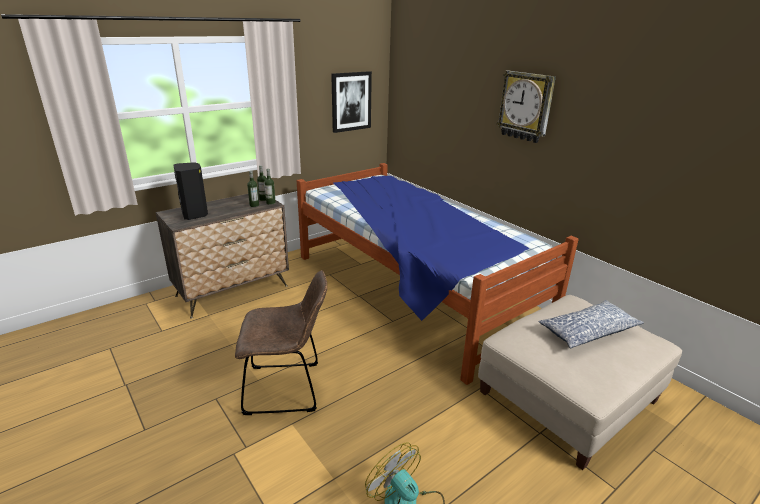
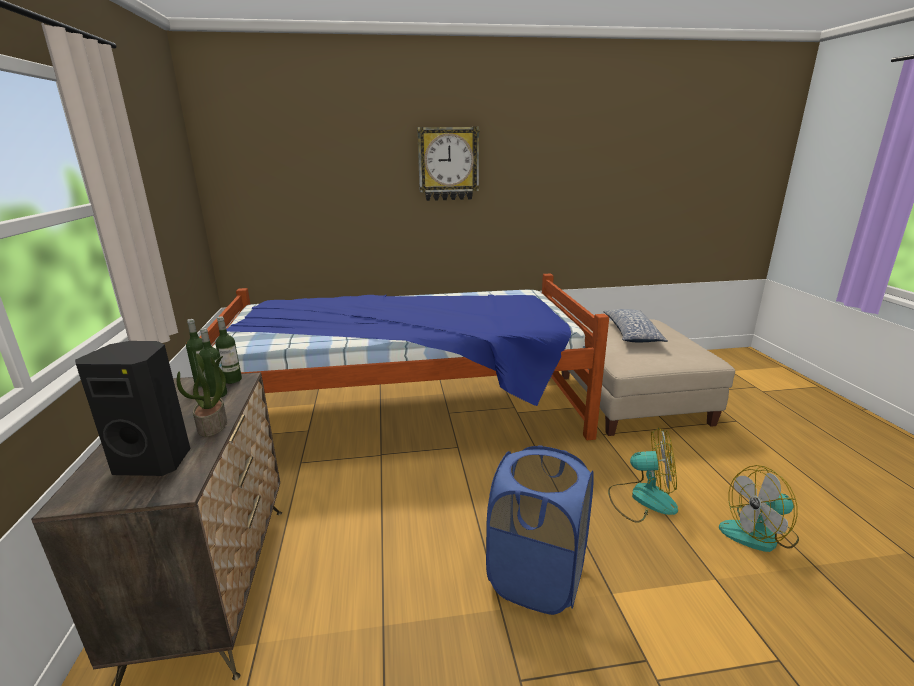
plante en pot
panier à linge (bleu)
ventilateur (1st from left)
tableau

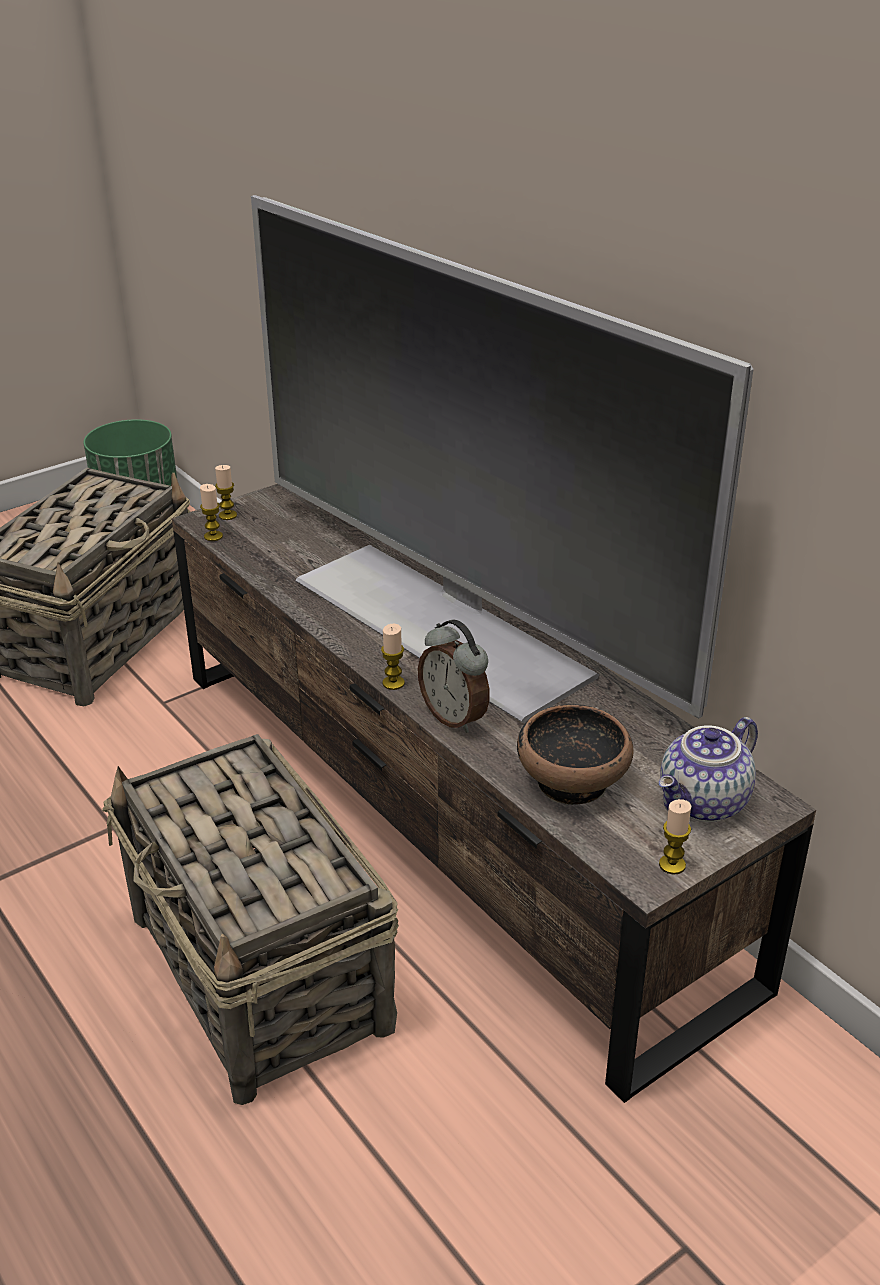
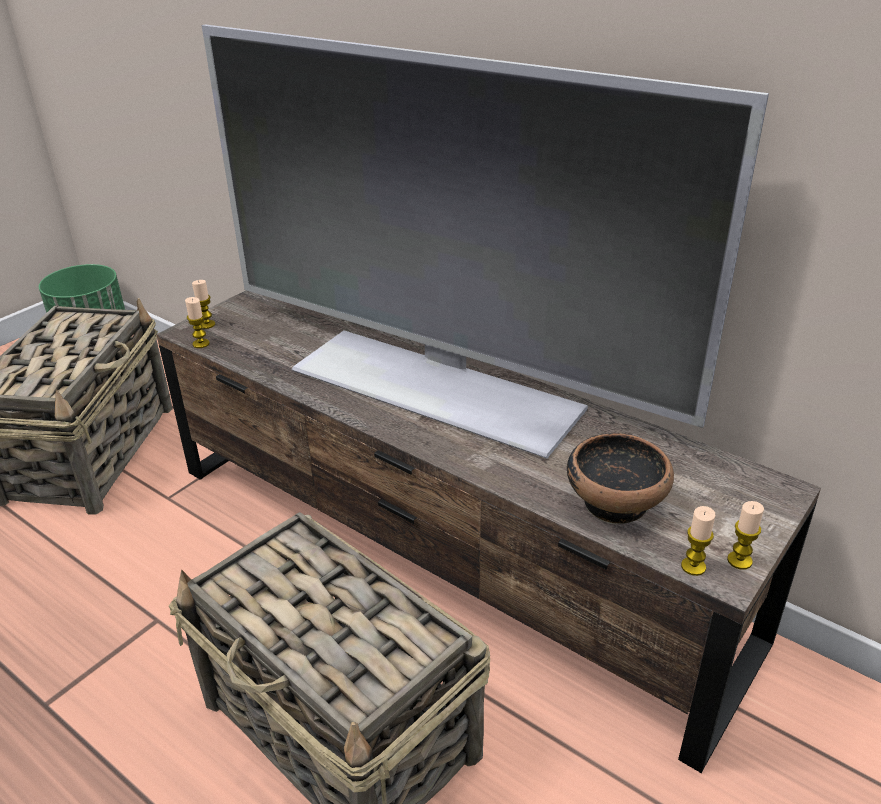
bougie (3rd from left)
réveil
théière

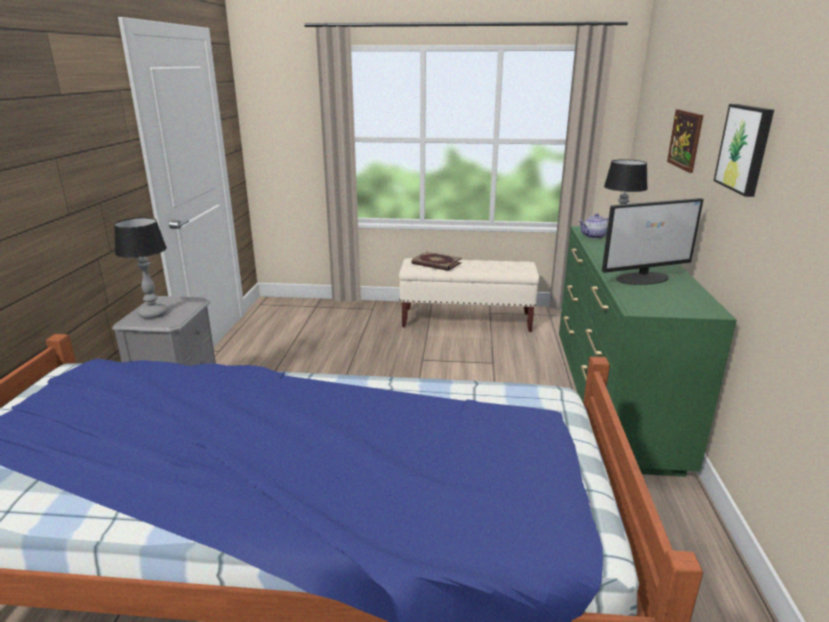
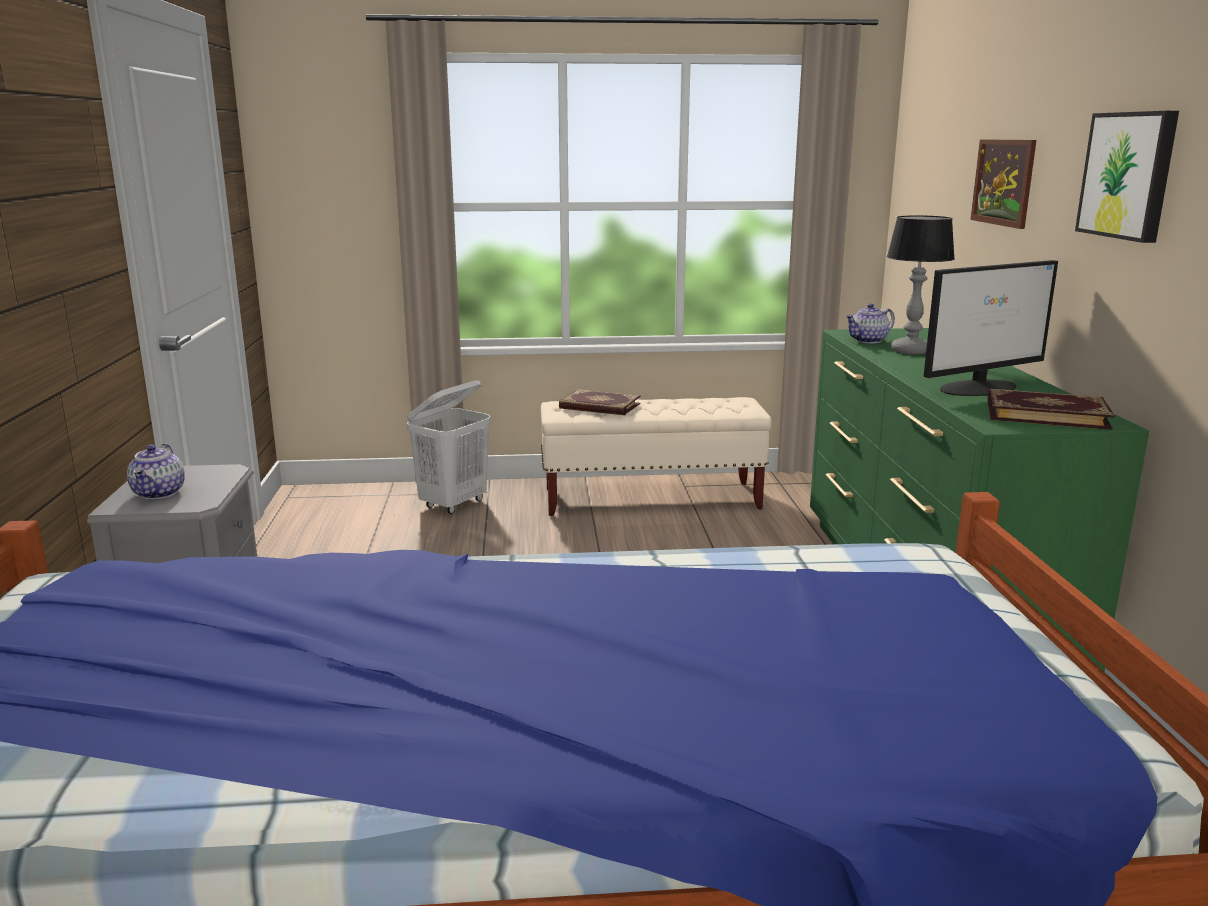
théière (1st from left)
panier à linge (blanc)
livre (2nd from left)

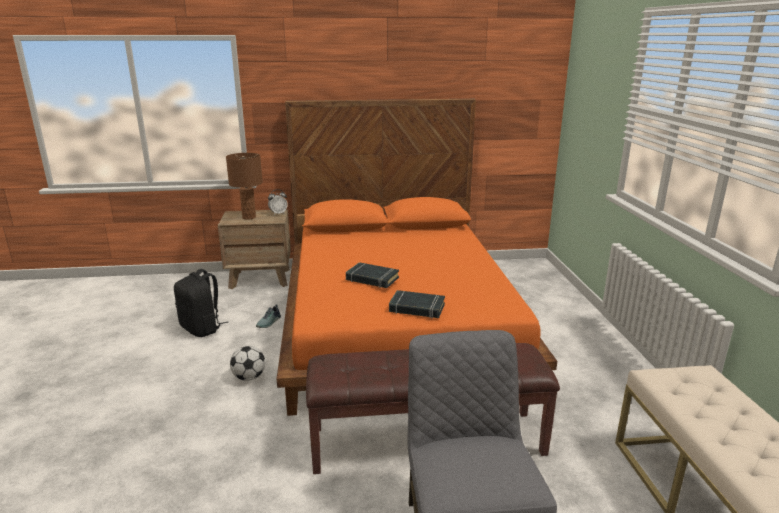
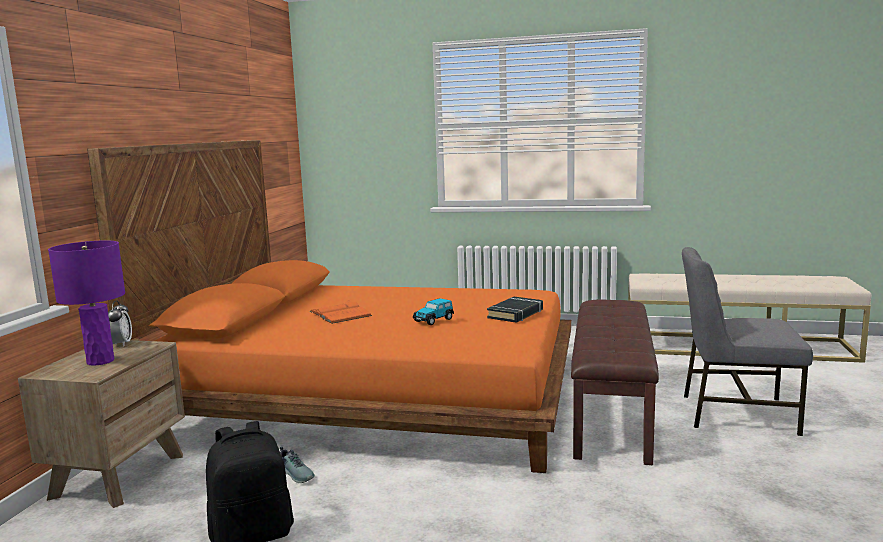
lampe de table (violet)
livre (orange)
petite voiture
ballon de foot

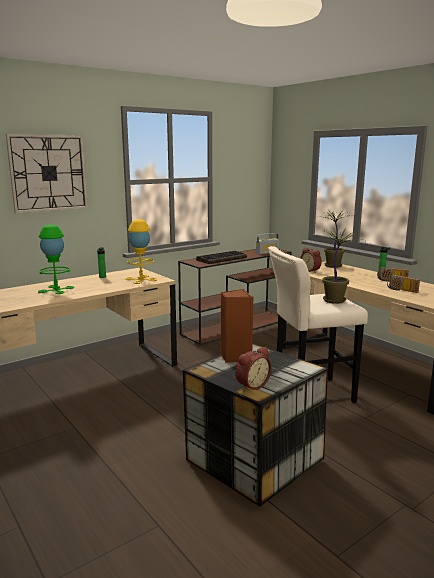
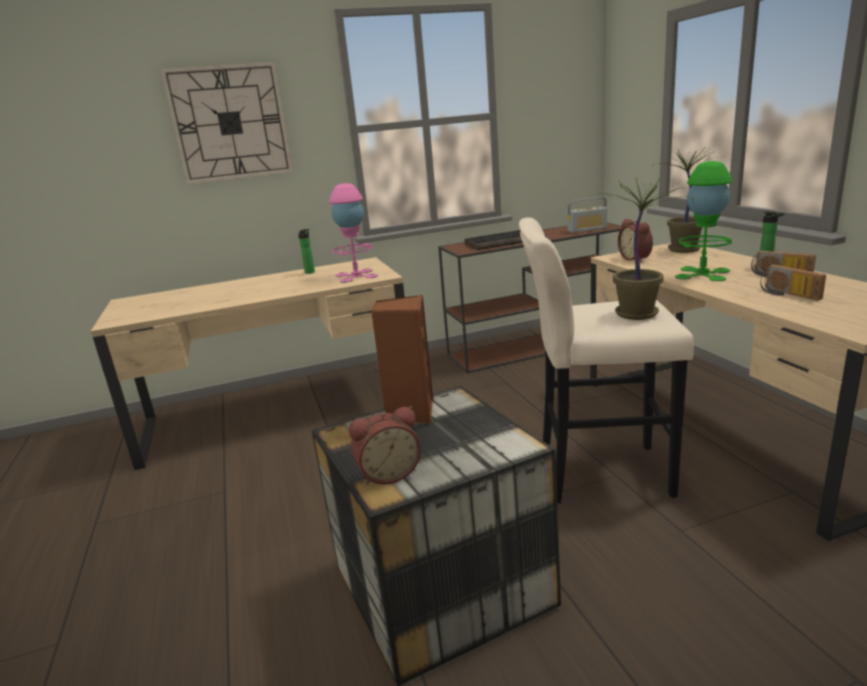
lampe de table (rose)
lampe de table (vert)

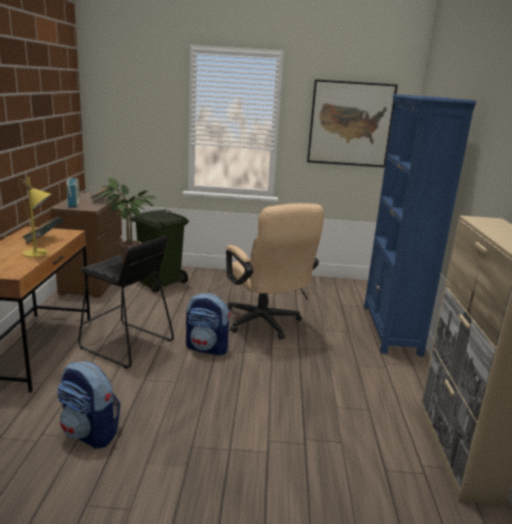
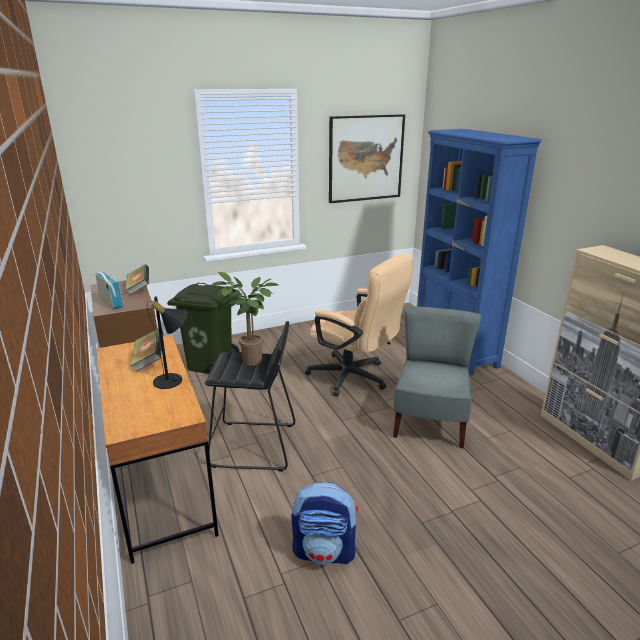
lampe de table (noir)
chaise (gris)
sac à dos (2nd from left in the first image)

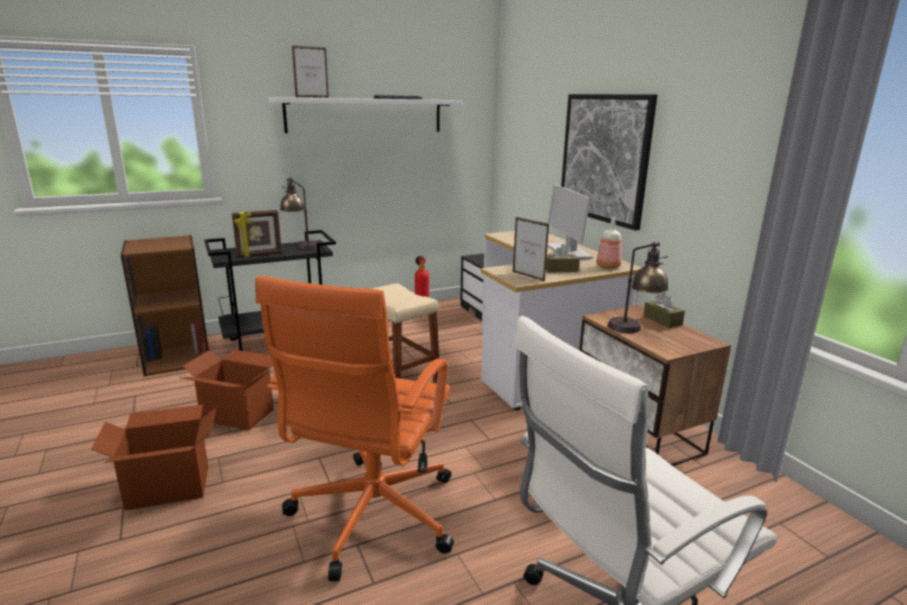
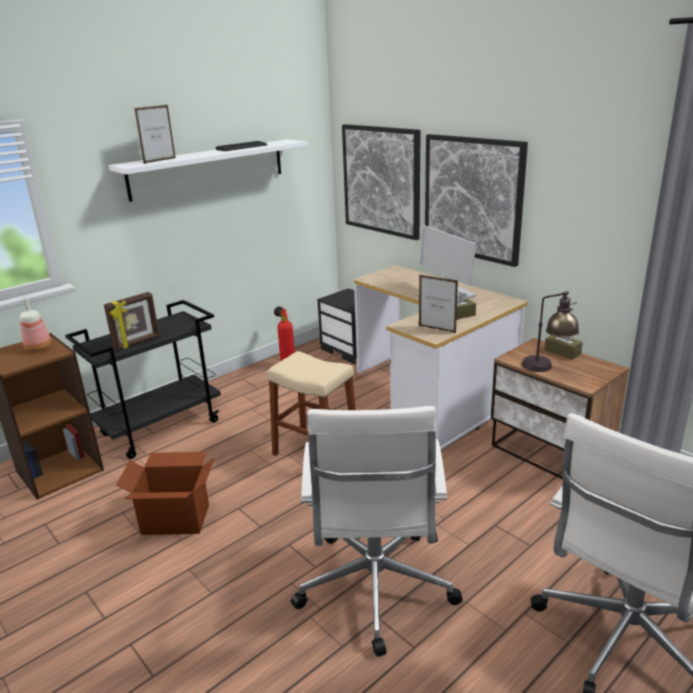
bouteille
chaise de bureau (blanc) (1st from left)
tableau (1st from left)
carton (1st from left in the first image)
lampe de table (1st from left in the first image)

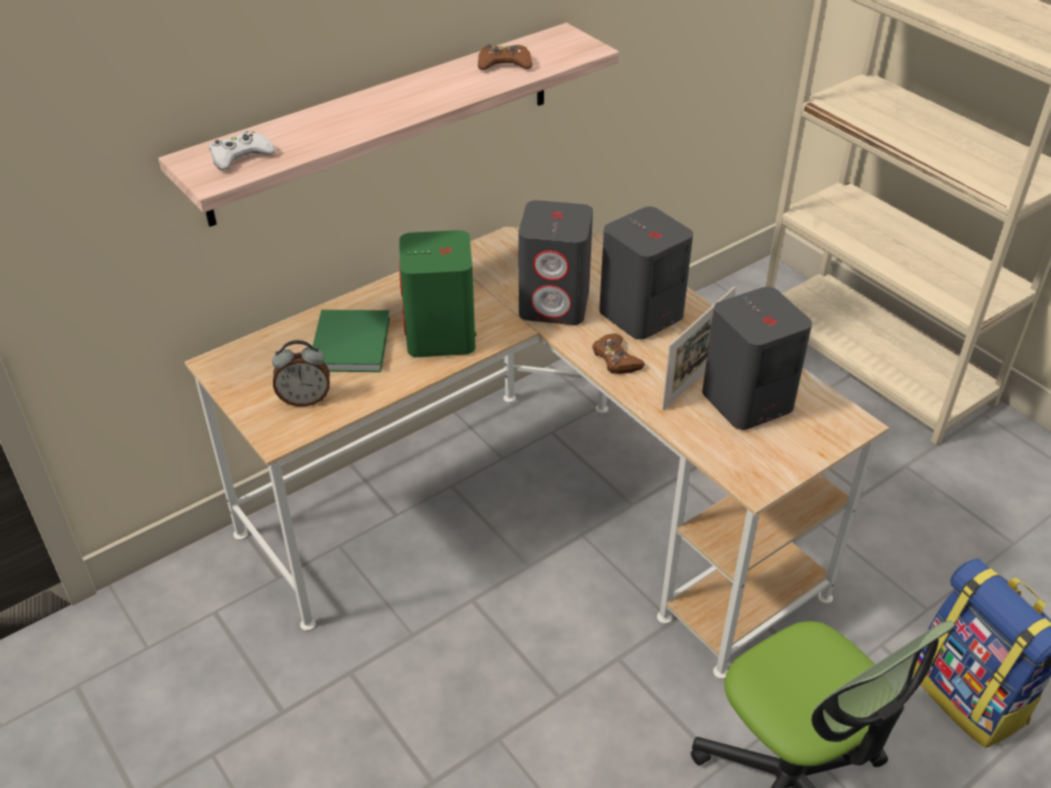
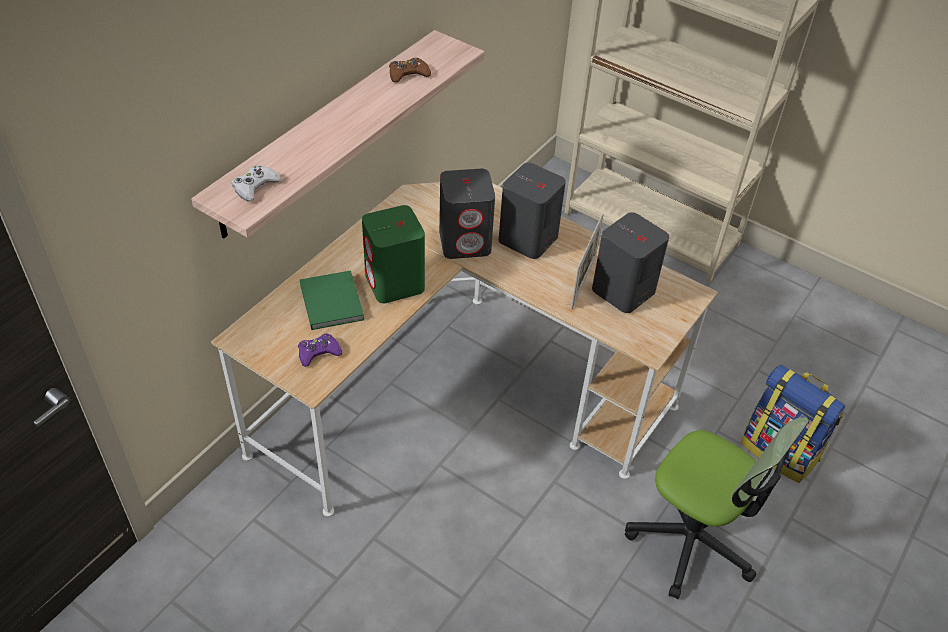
manette (violet)
manette (marron) (2nd from left in the first image)

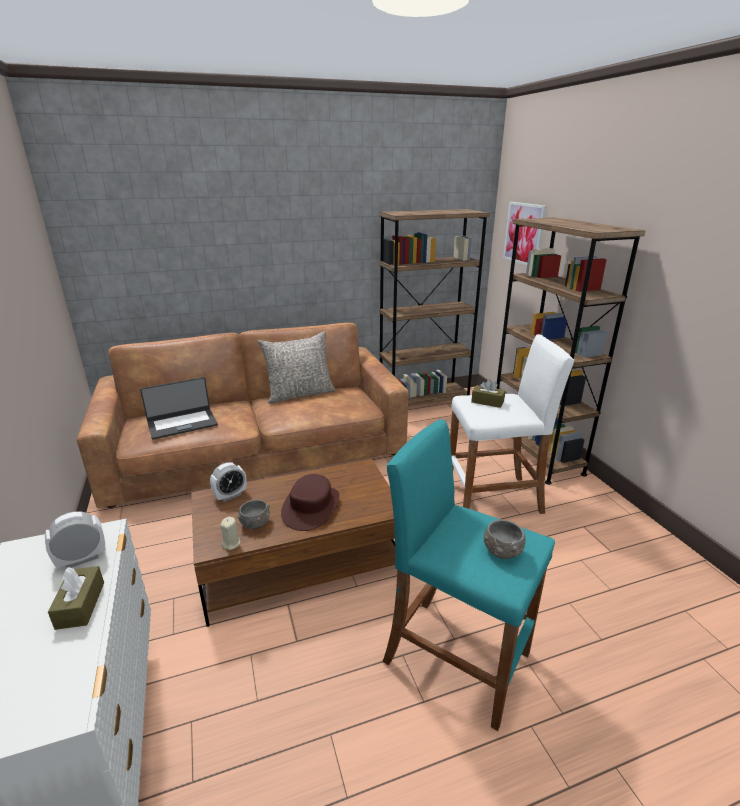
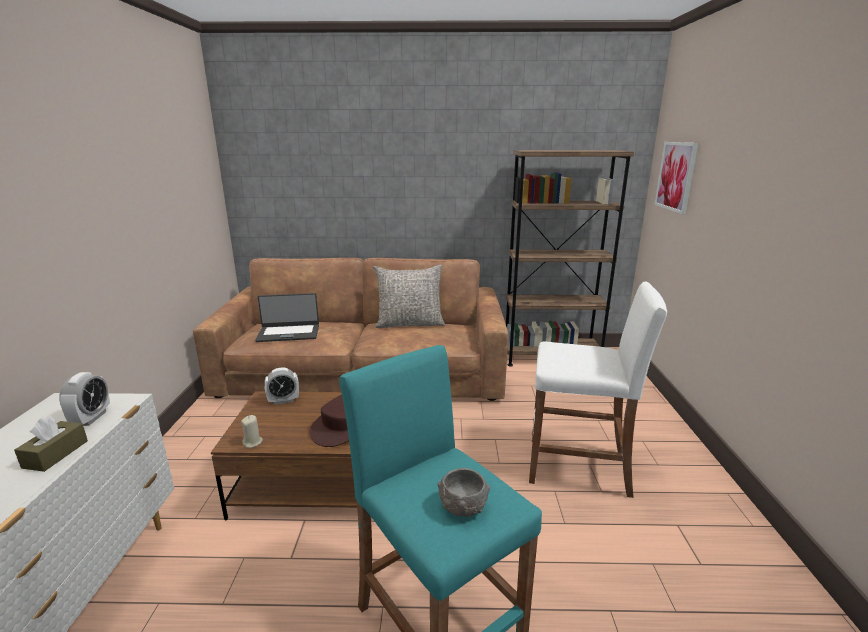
réveil (1st from left)
bol (gris) (1st from left in the first image)
boîte à mouchoirs (marron) (2nd from left in the first image)
bibliothèque (marron) (2nd from left in the first image)

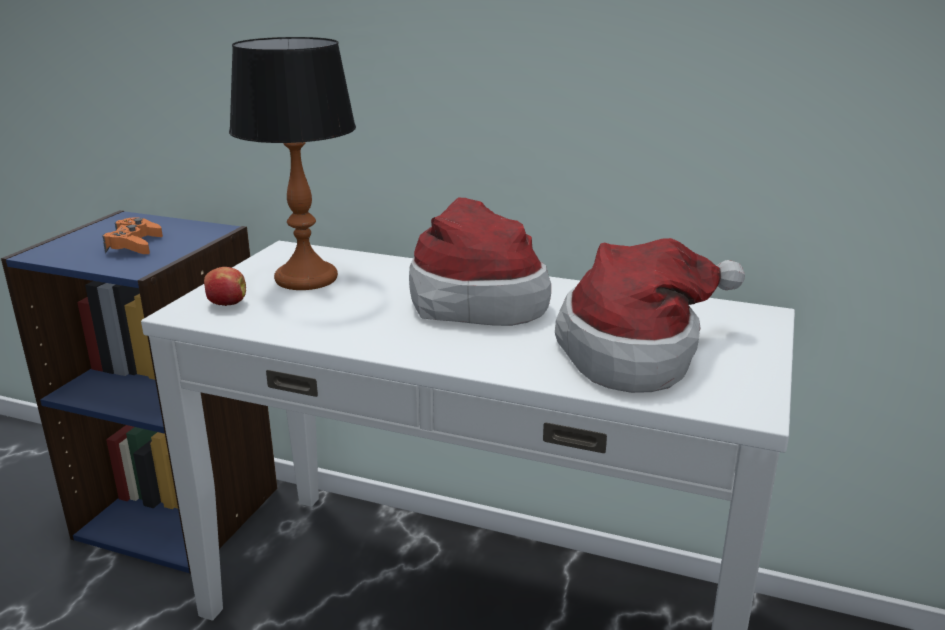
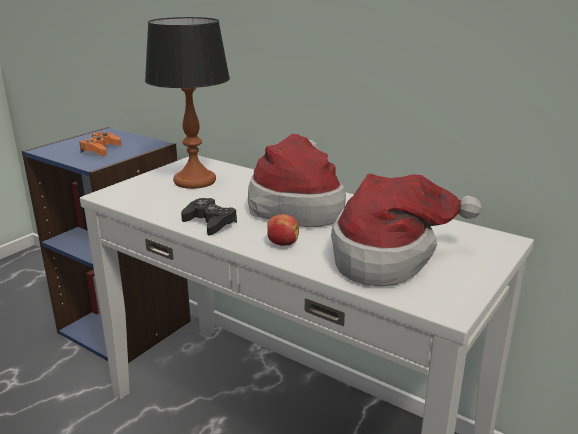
manette (noir)
pomme

